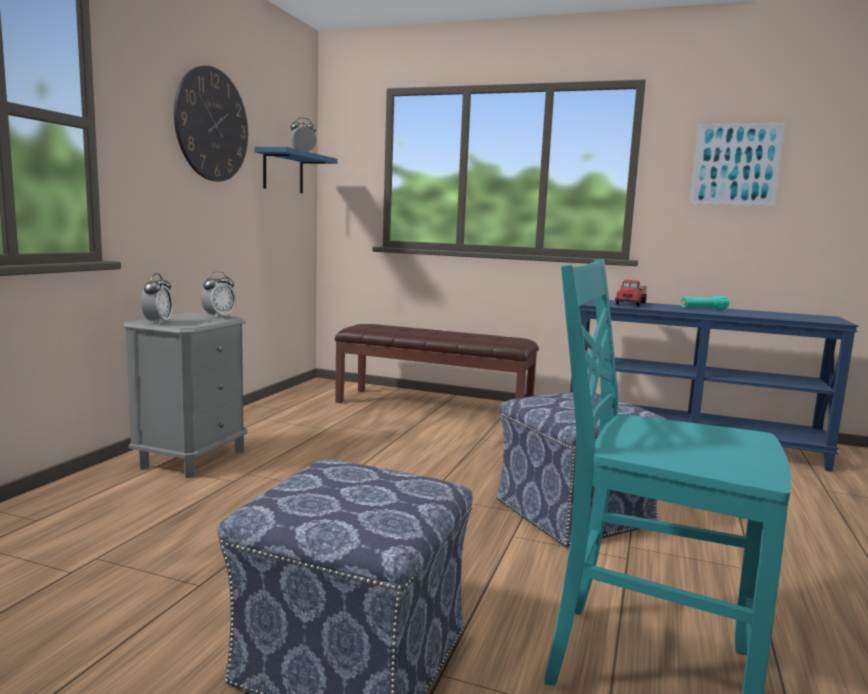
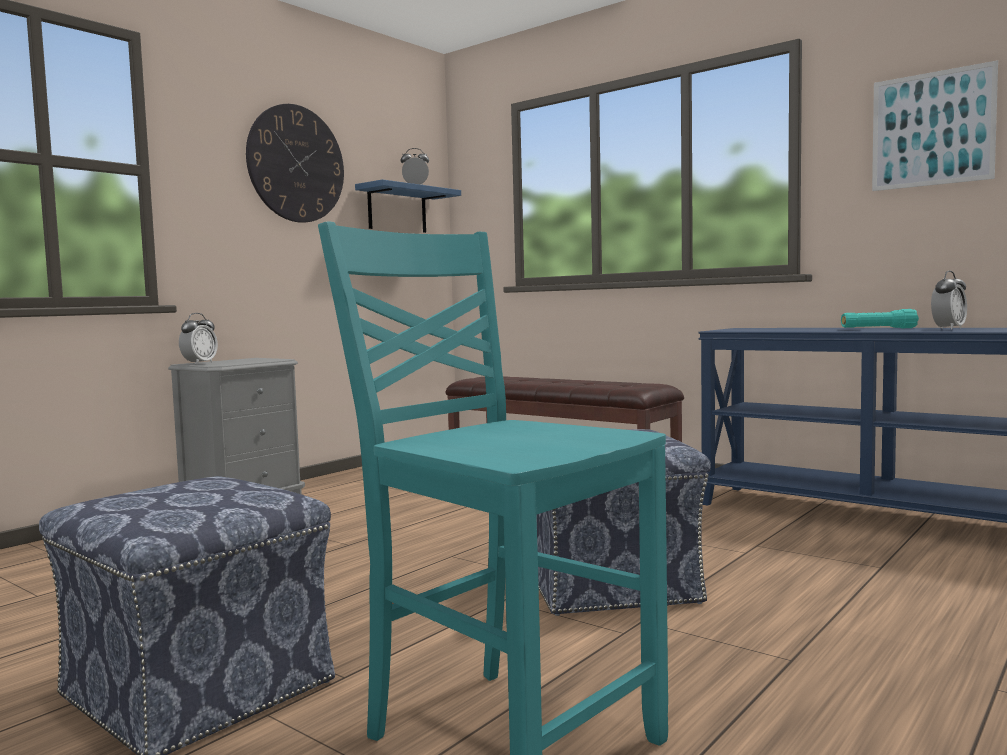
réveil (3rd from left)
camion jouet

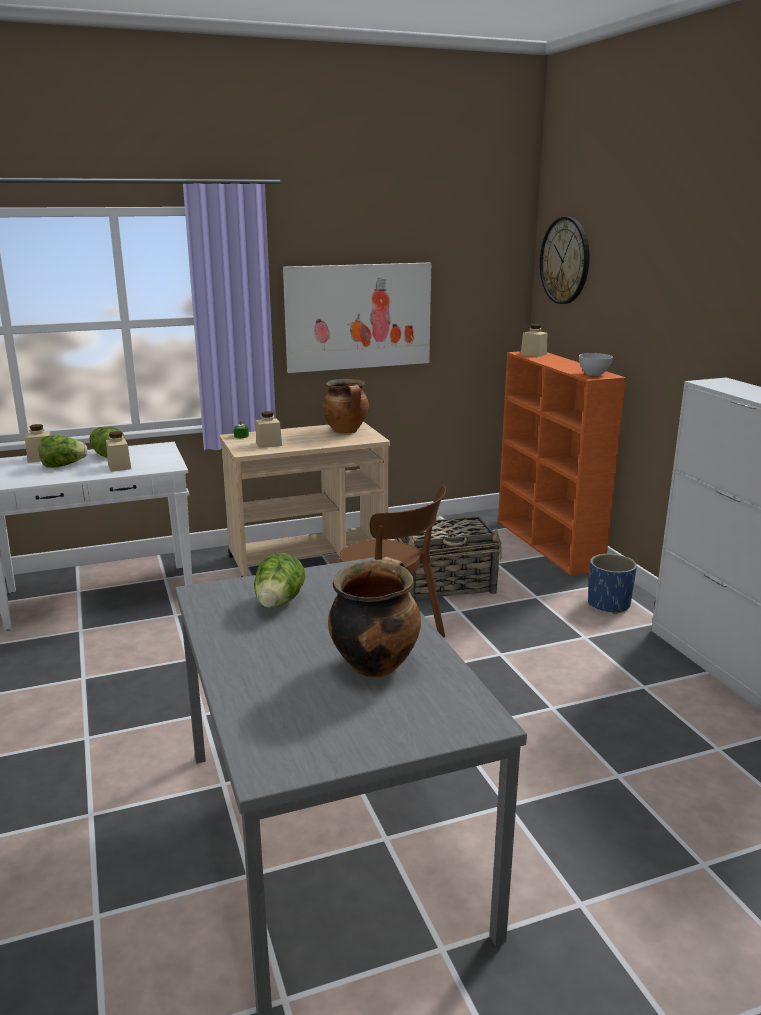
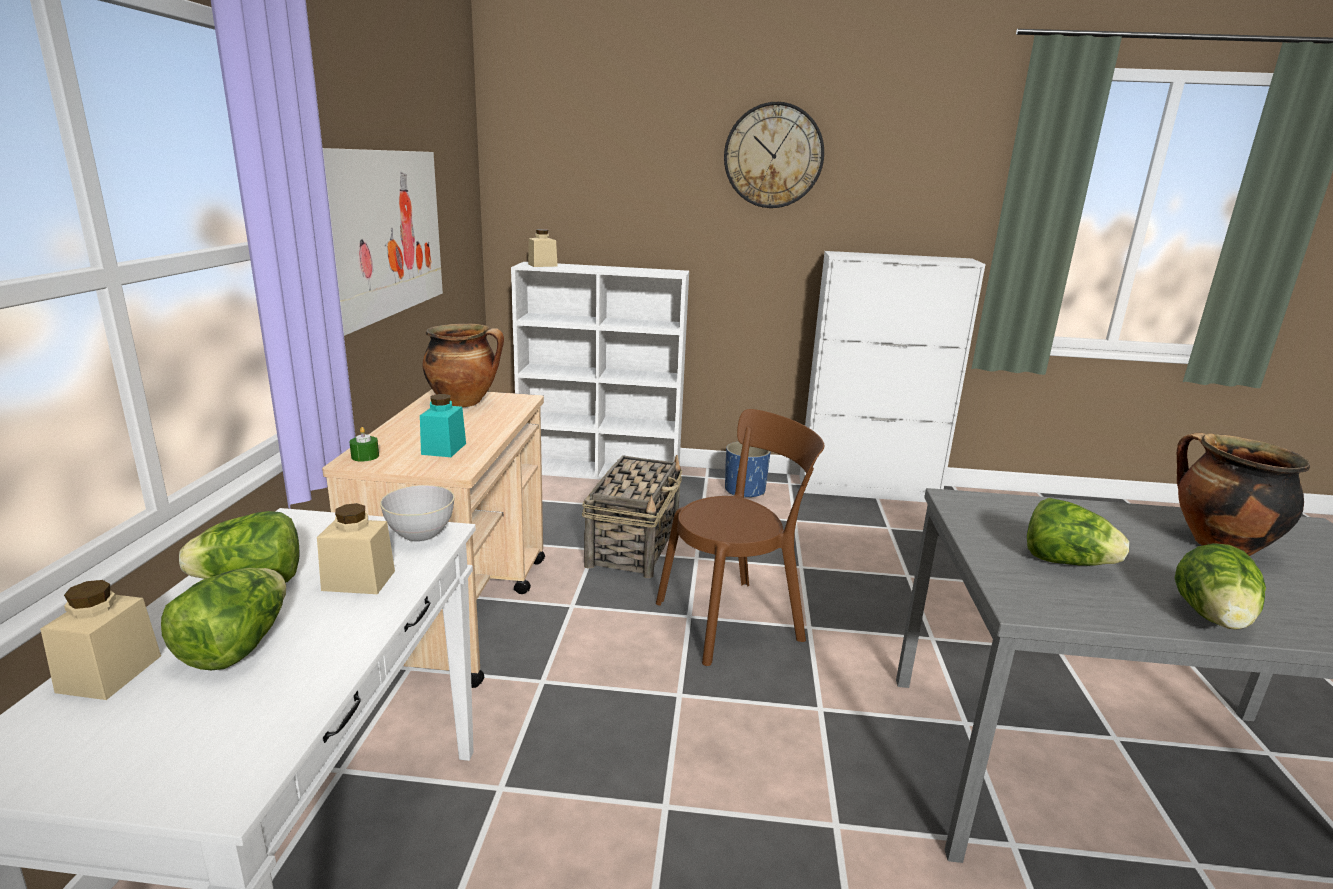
bol (gris)
bocal (turquoise)
bibliothèque (blanc)
horloge murale
laitue (4th from left)

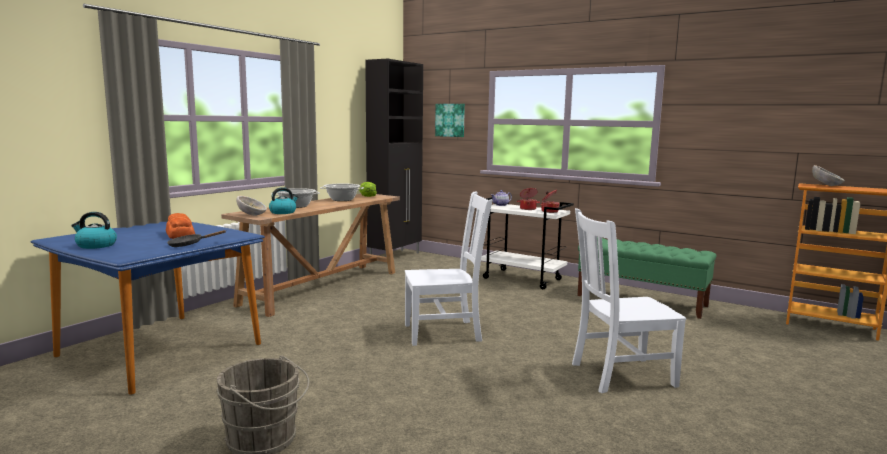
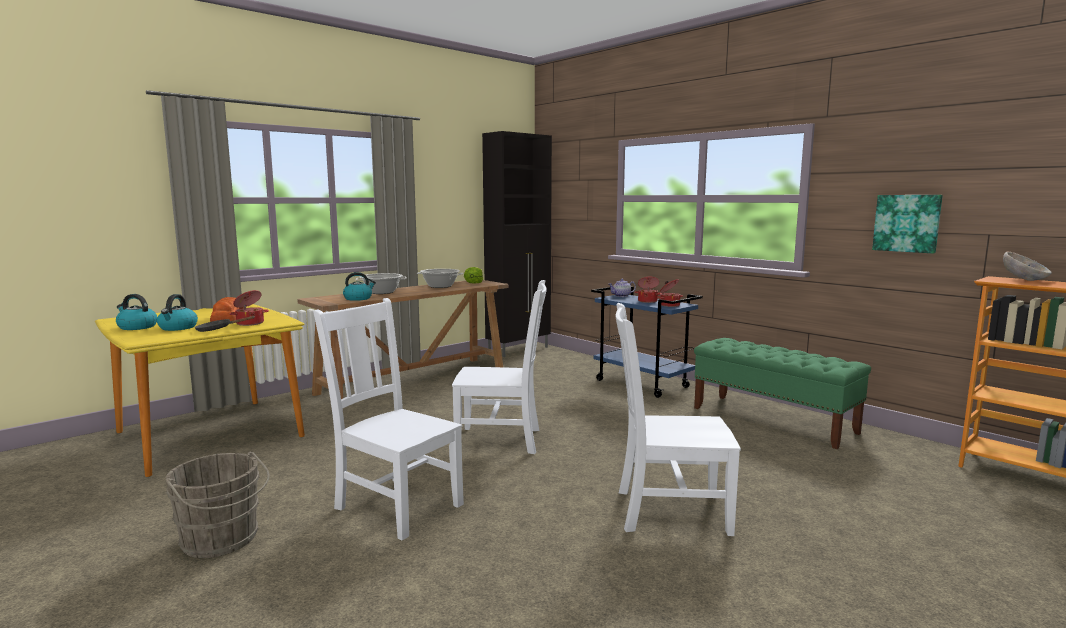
table à manger (jaune)
bouilloire (2nd from left)
marmite (1st from left)
chaise (blanc) (1st from left)
chariot (bleu)
tableau
bol (1st from left in the first image)

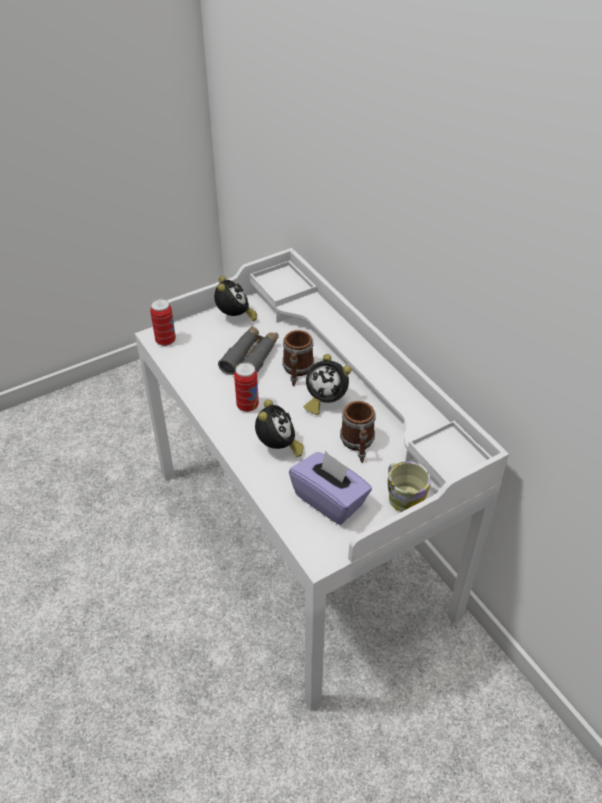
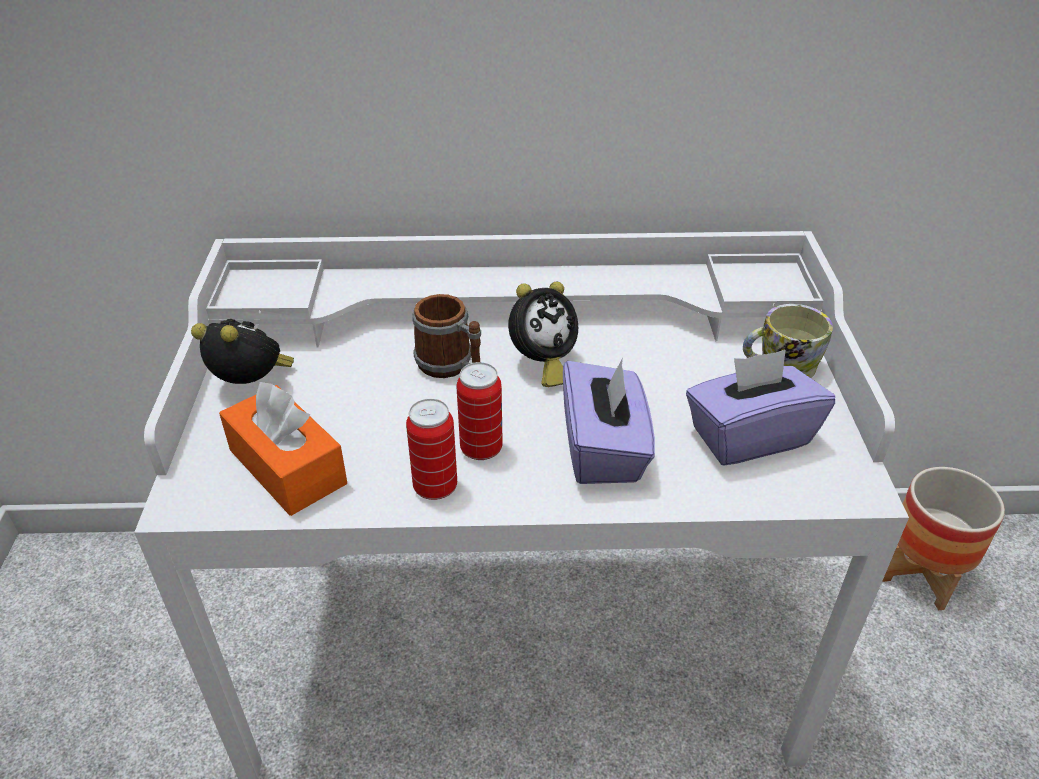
boîte à mouchoirs (orange)
boîte métallique (1st from left)
boîte à mouchoirs (violet) (1st from left)
cache-pot
jumelles (gris)
mug (2nd from left in the first image)

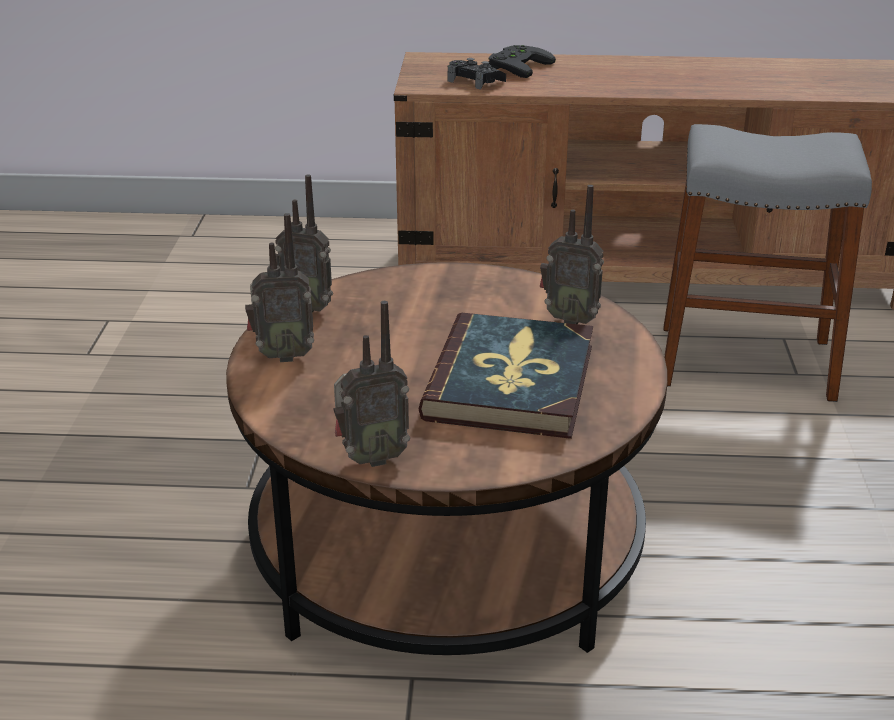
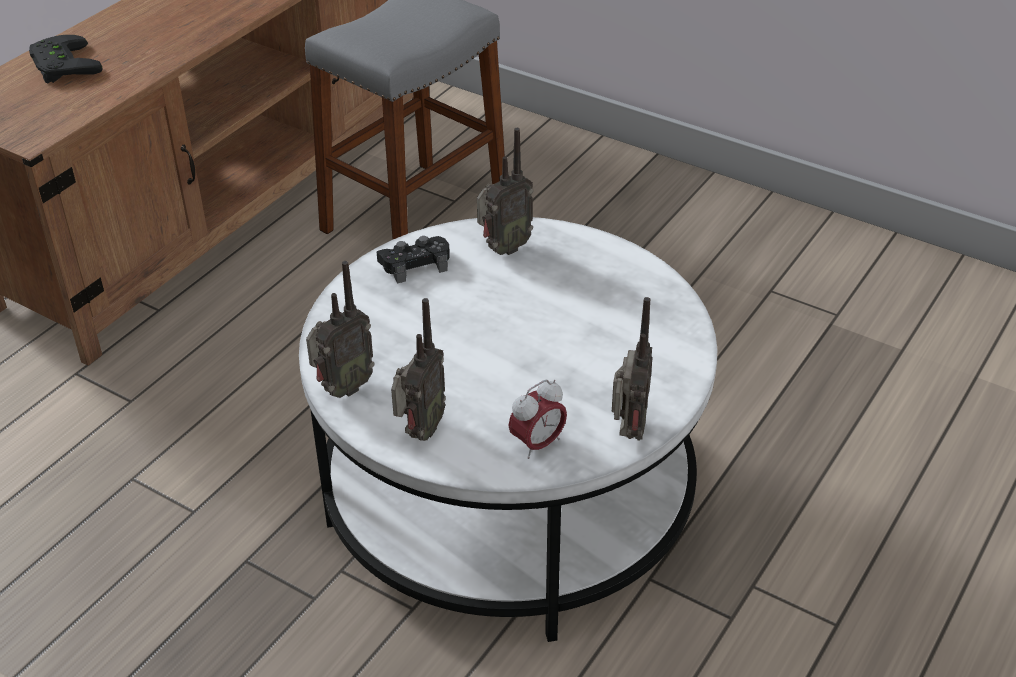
table basse (blanc)
manette (noir) (2nd from left)
réveil
livre

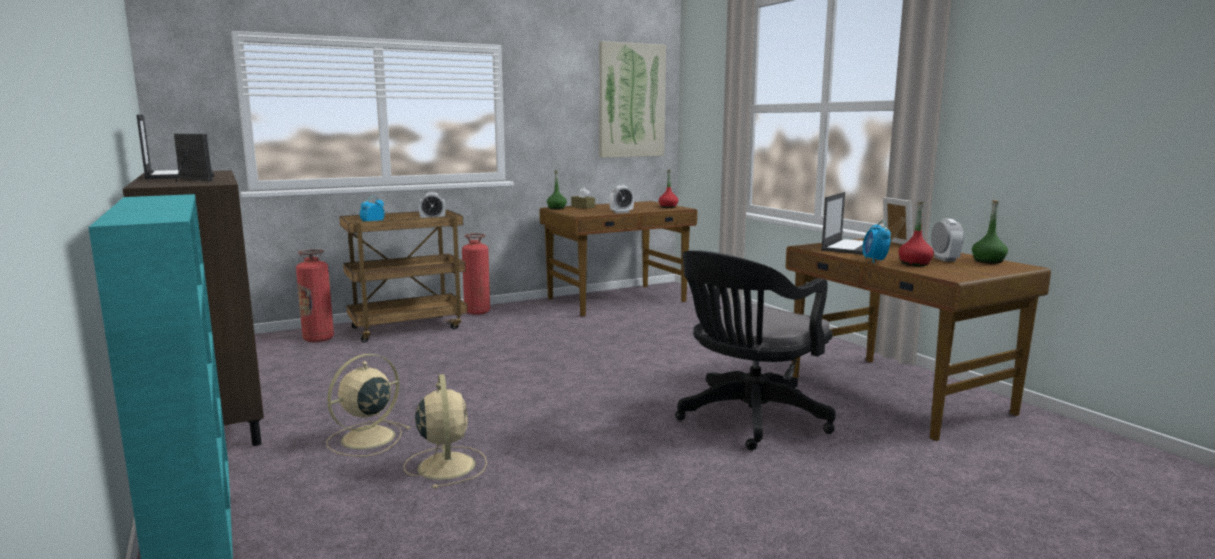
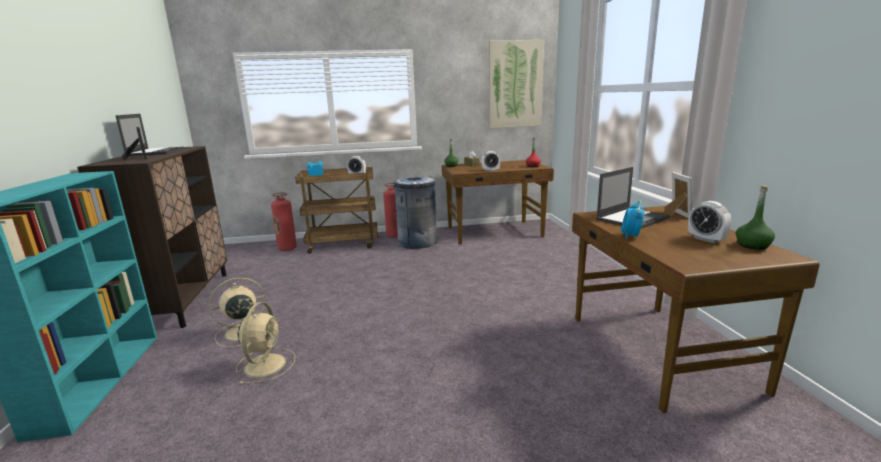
poubelle (gris)
réveil (5th from left)
chaise de bureau (noir)
bouteille (rouge) (2nd from left in the first image)

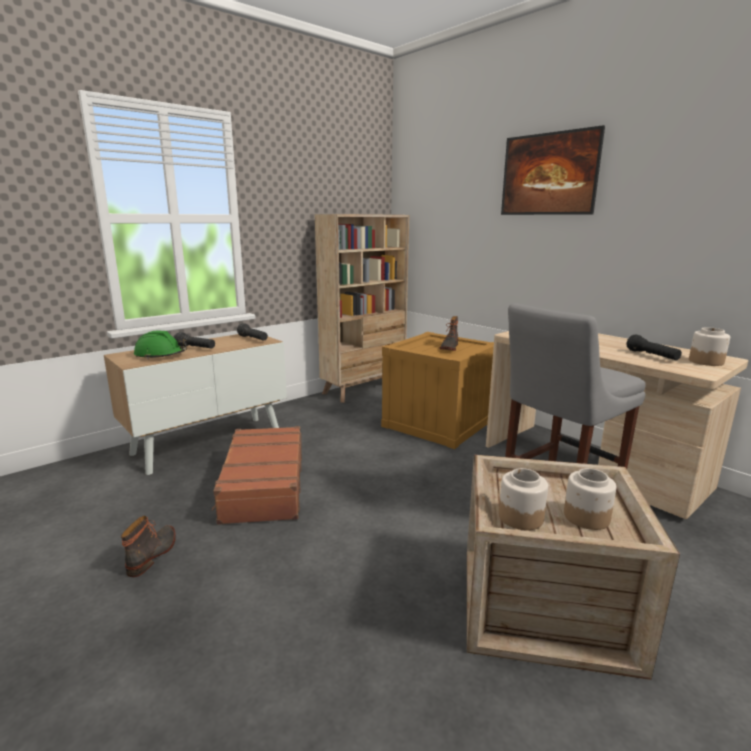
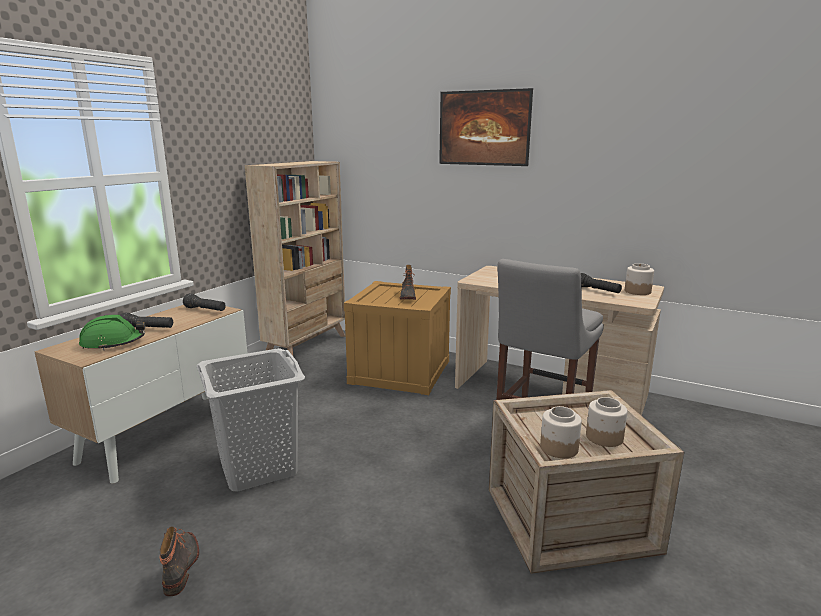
panier à linge (gris)

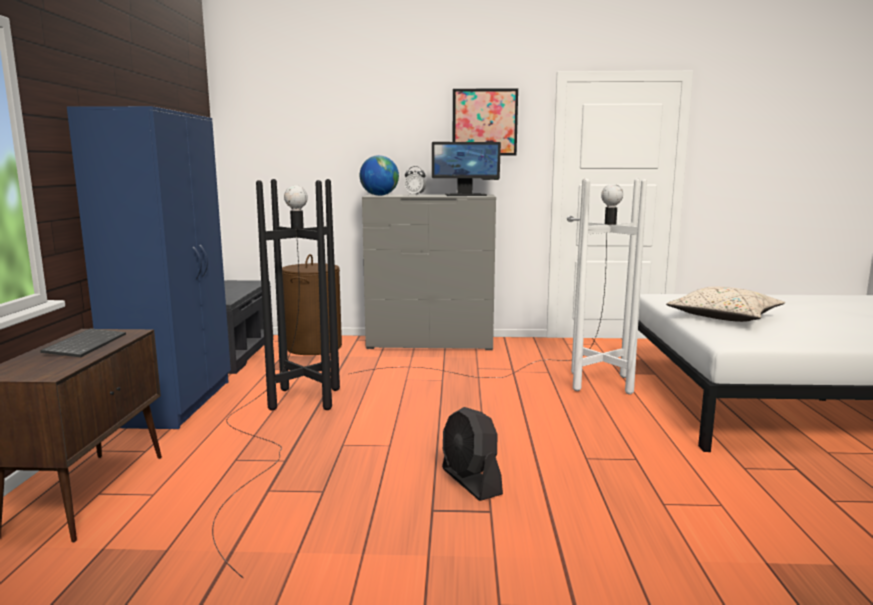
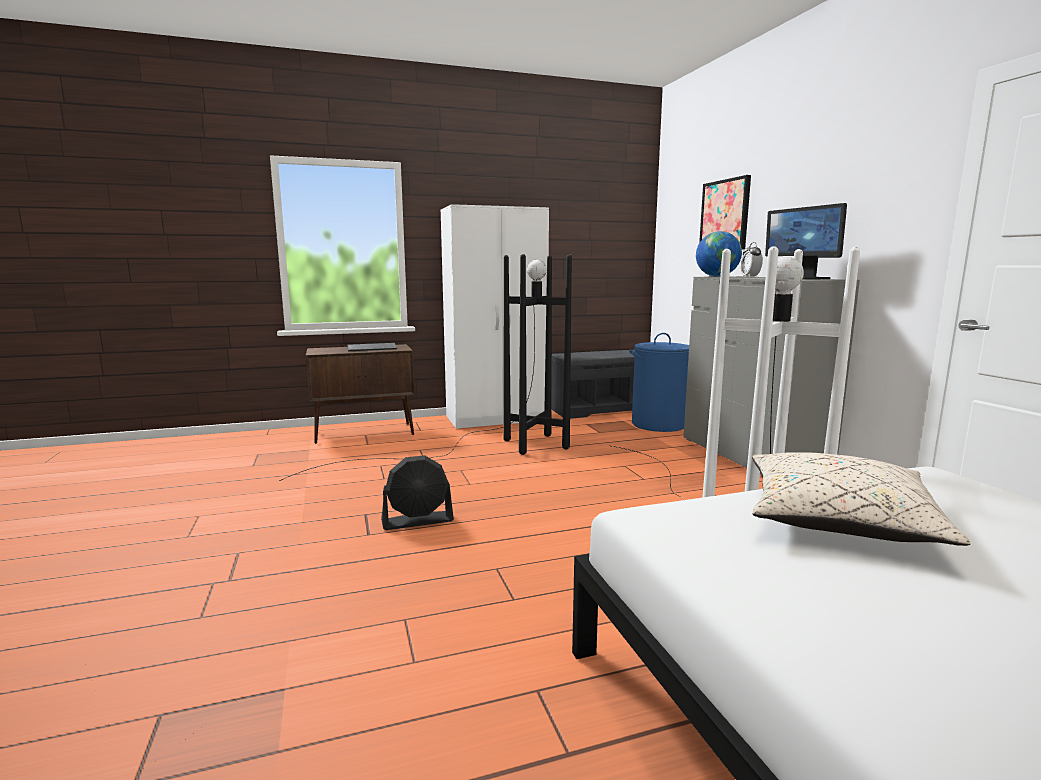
ventilateur (noir)
armoire (blanc)
panier à linge (bleu)
tableau

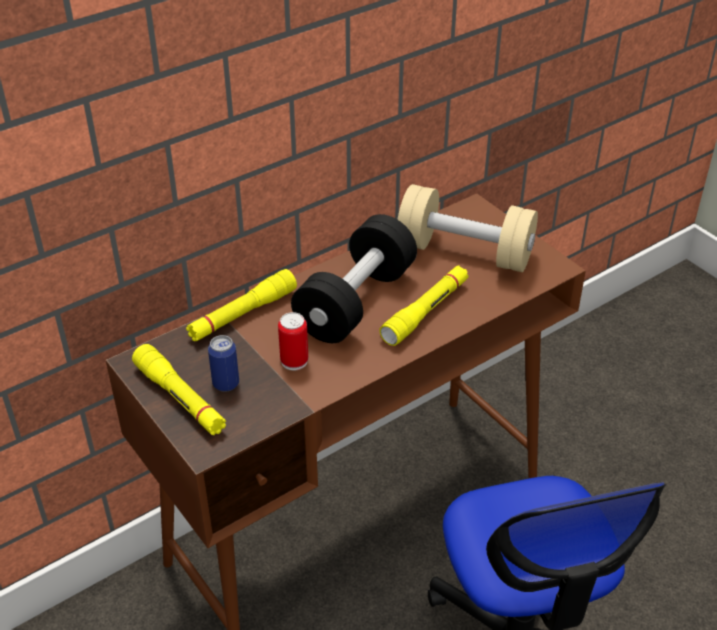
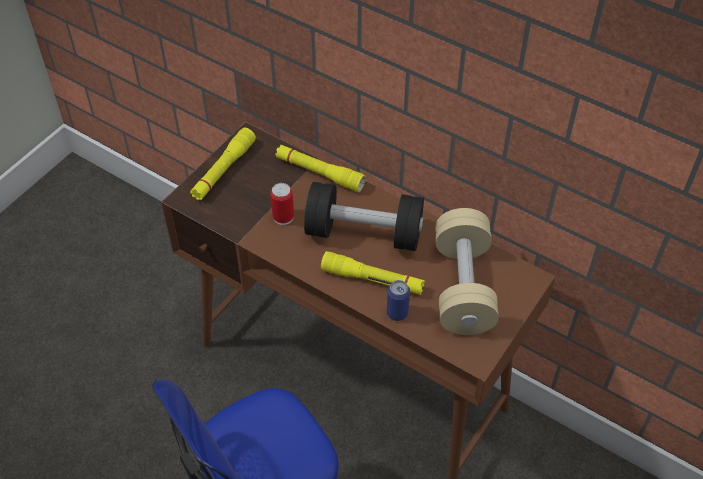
boîte métallique (2nd from left)

